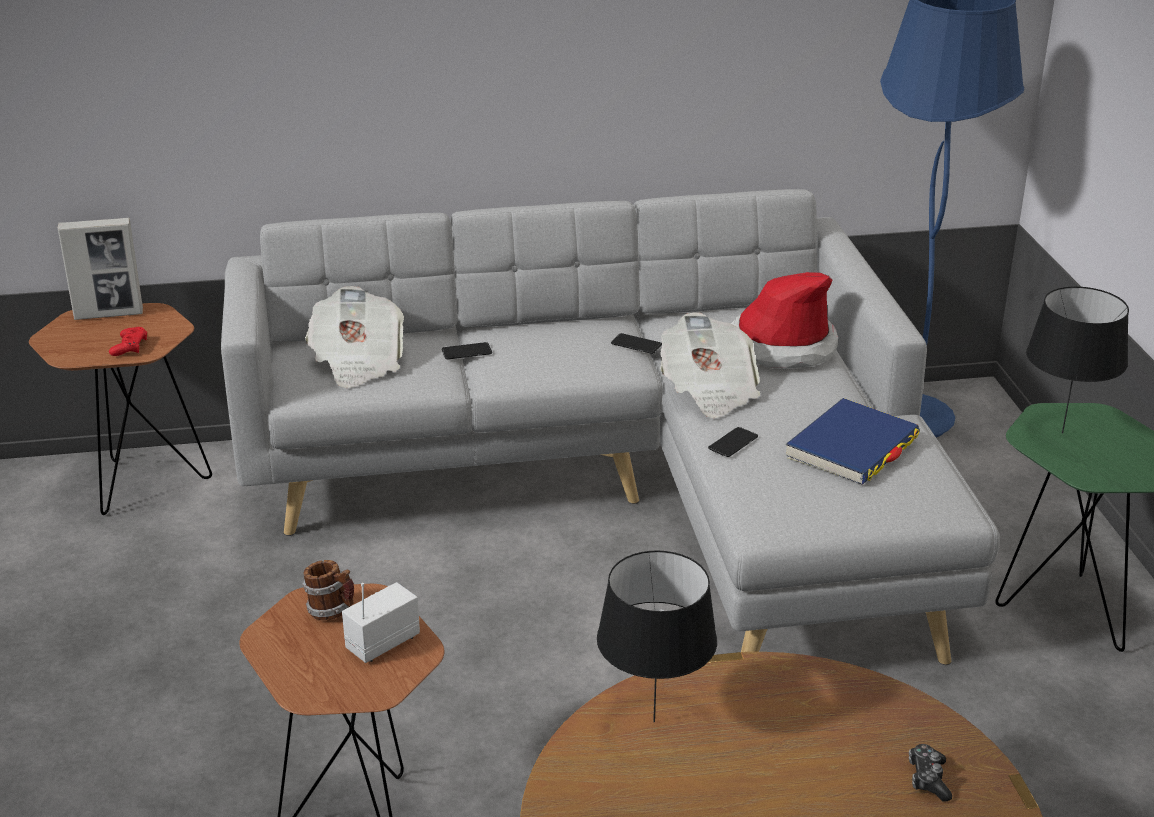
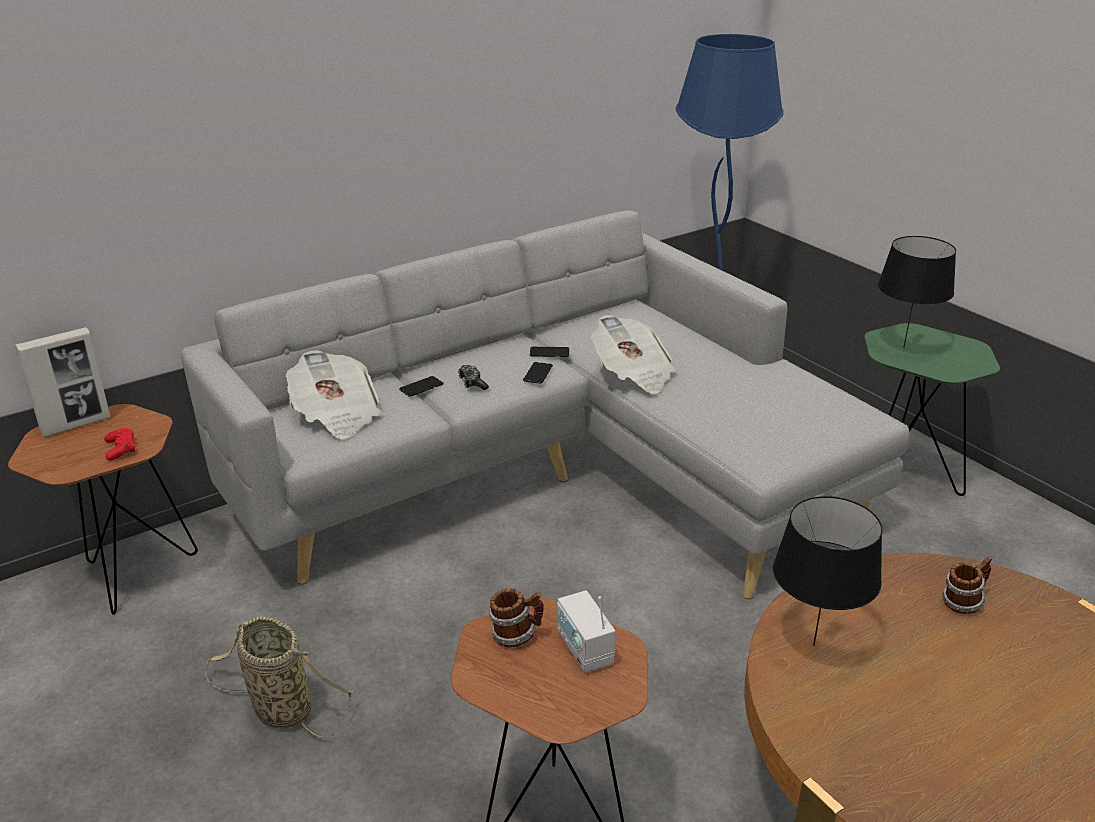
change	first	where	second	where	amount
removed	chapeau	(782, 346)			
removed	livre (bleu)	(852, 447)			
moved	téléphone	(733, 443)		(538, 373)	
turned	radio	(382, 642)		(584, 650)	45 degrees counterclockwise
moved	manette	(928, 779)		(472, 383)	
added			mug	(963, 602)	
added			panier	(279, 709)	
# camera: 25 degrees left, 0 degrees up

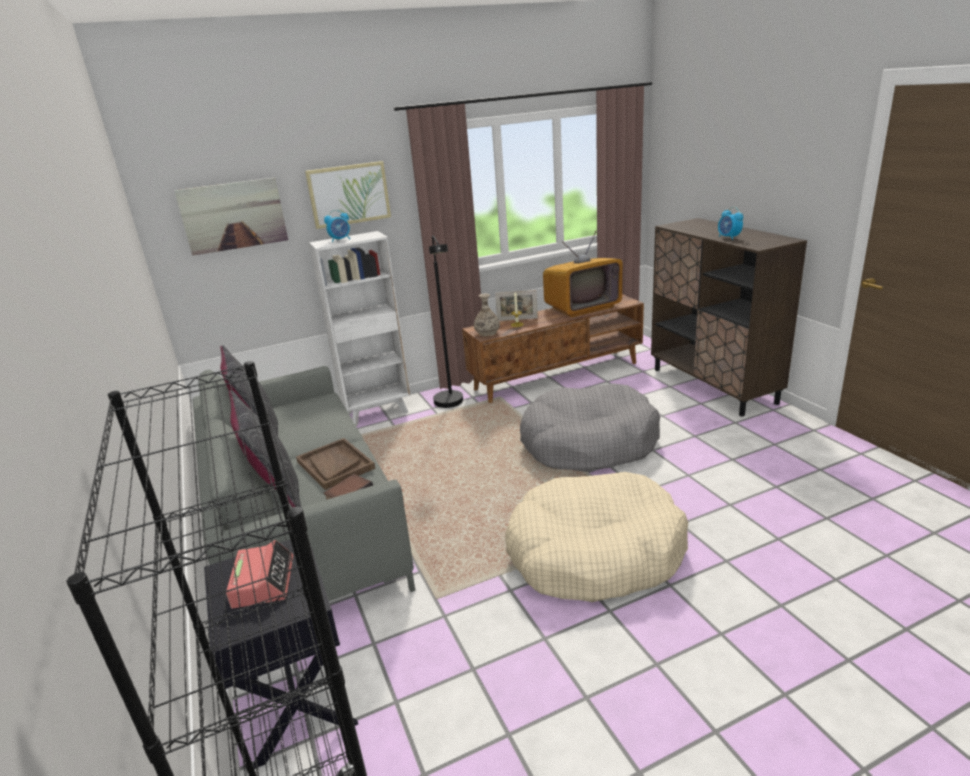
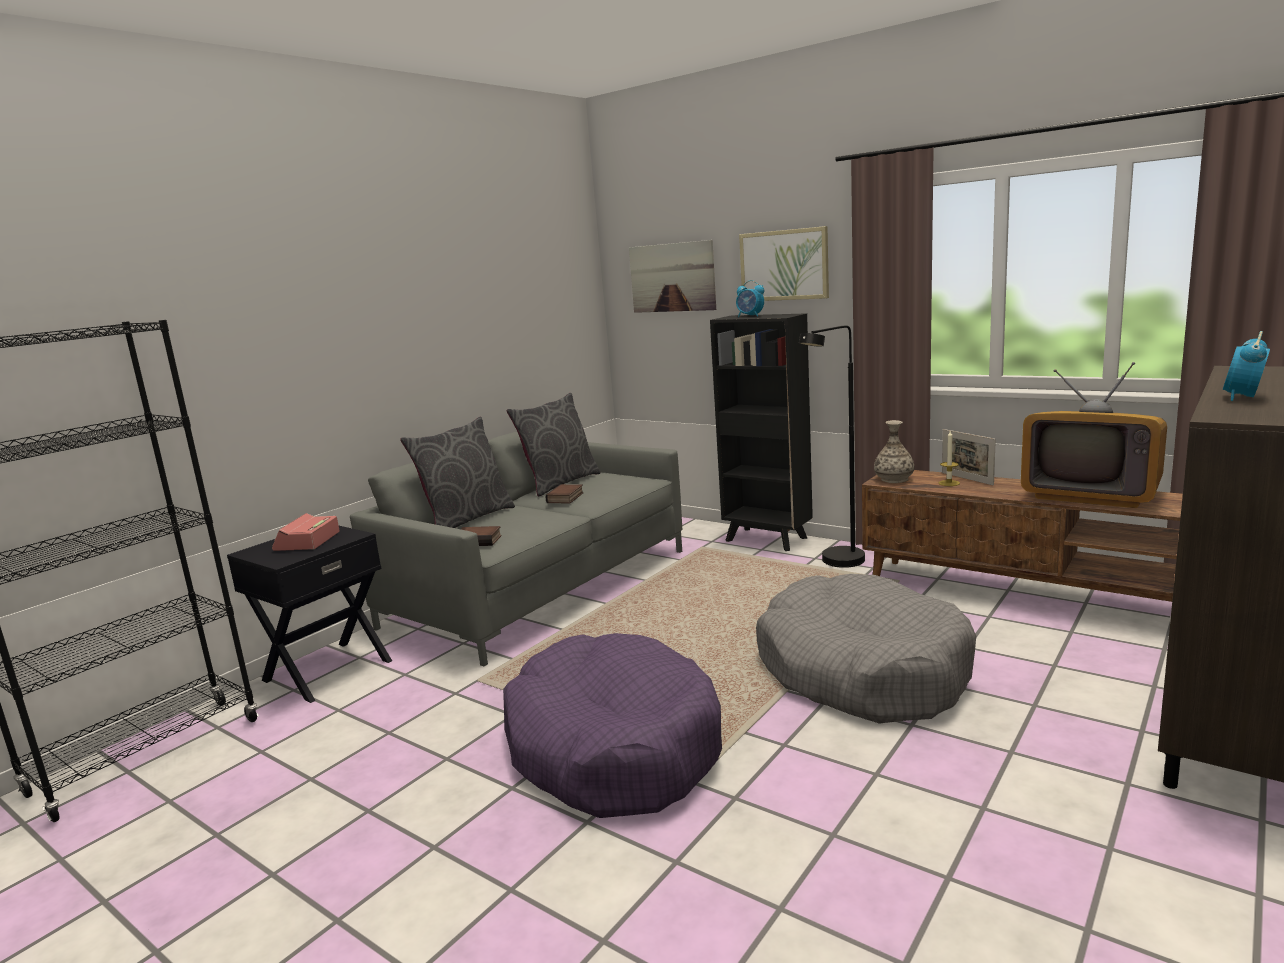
change	first	where	second	where	amount
recoloured	bibliothèque (blanc)	(378, 412)	bibliothèque (noir)	(767, 540)	
removed	plateau (marron)	(335, 465)			
recoloured	panier pour chien (beige)	(594, 553)	panier pour chien (violet)	(613, 747)	
turned	réveil	(263, 582)		(307, 541)	135 degrees clockwise
added			livre	(566, 498)	
# camera: 60 degrees right, 10 degrees down

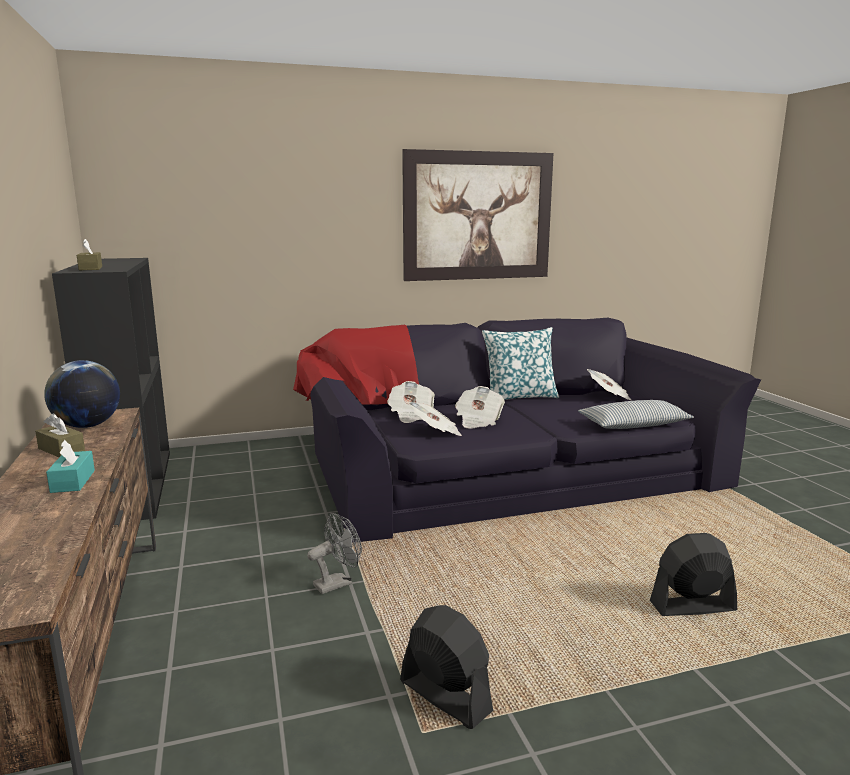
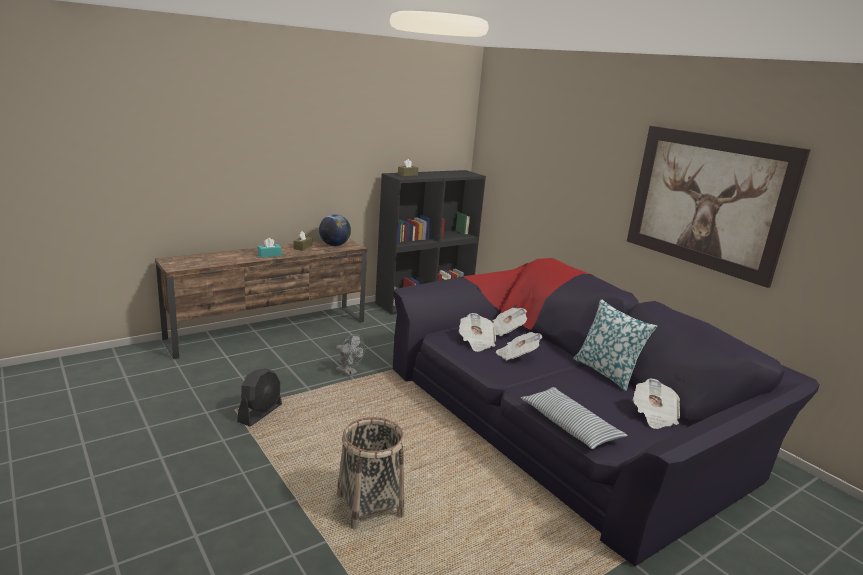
change	first	where	second	where	amount
replaced	ventilateur (noir)	(692, 607)	panier	(369, 505)	
# camera: 70 degrees right, 5 degrees up

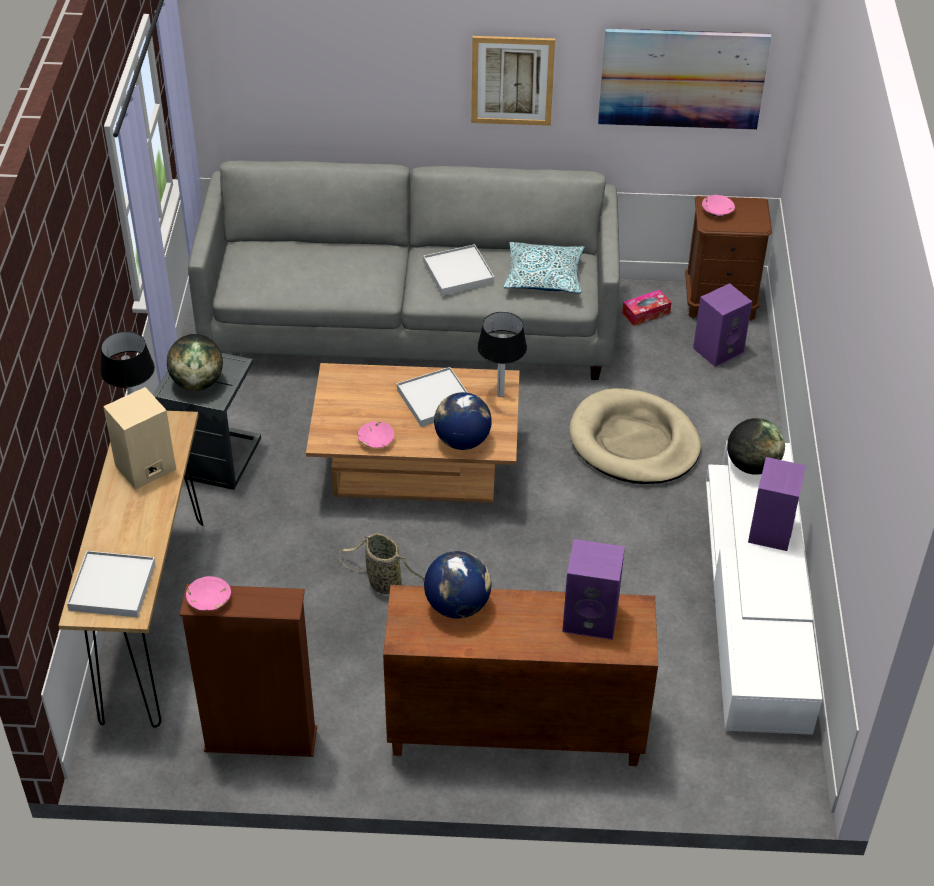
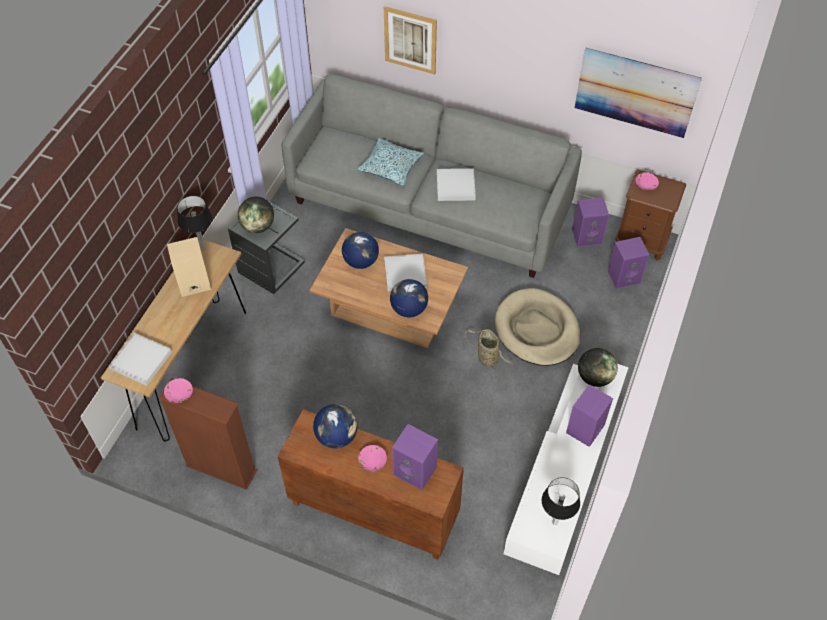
change	first	where	second	where	amount
moved	tableau	(512, 80)		(410, 40)	
moved	coussin	(544, 276)		(391, 167)	
replaced	boîte à mouchoirs	(646, 313)	enceinte (violet)	(587, 236)	
moved	lampe de table	(501, 395)		(555, 522)	
moved	bol (rose)	(375, 440)		(372, 460)	
moved	panier	(382, 582)		(486, 357)	
added			globe	(360, 261)	
# camera: 20 degrees right, 10 degrees up

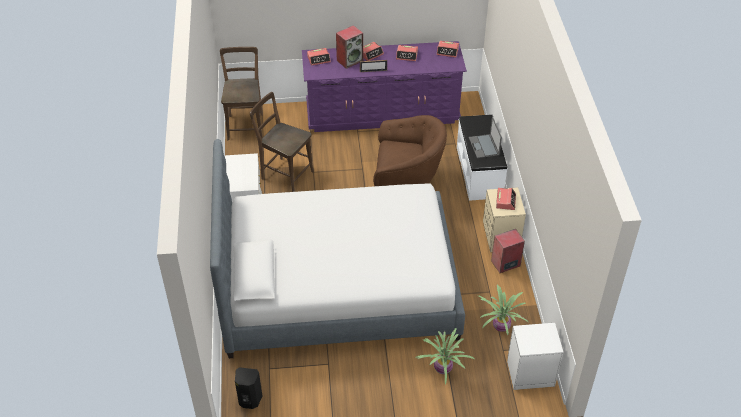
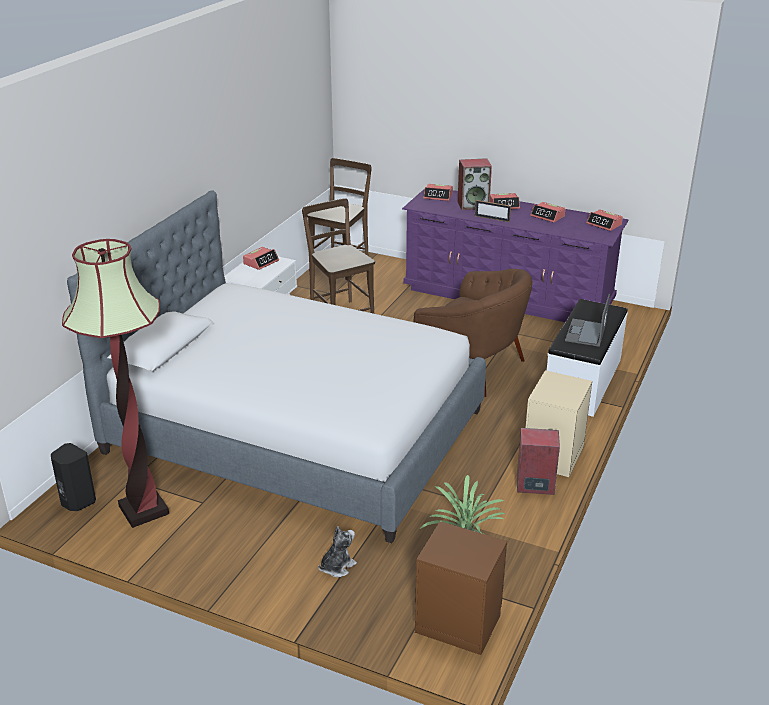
change	first	where	second	where	amount
moved	réveil	(505, 201)		(261, 262)	
recoloured	table de chevet (blanc)	(529, 373)	table de chevet (marron)	(457, 622)	
replaced	plante en pot	(442, 369)	peluche	(337, 567)	
added			lampadaire	(143, 510)	
# camera: 30 degrees right, 15 degrees down

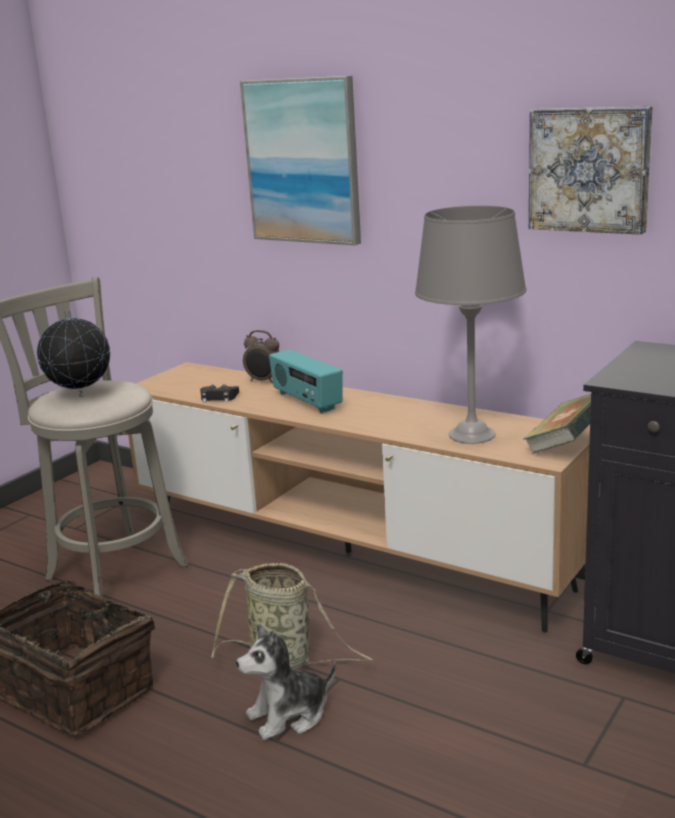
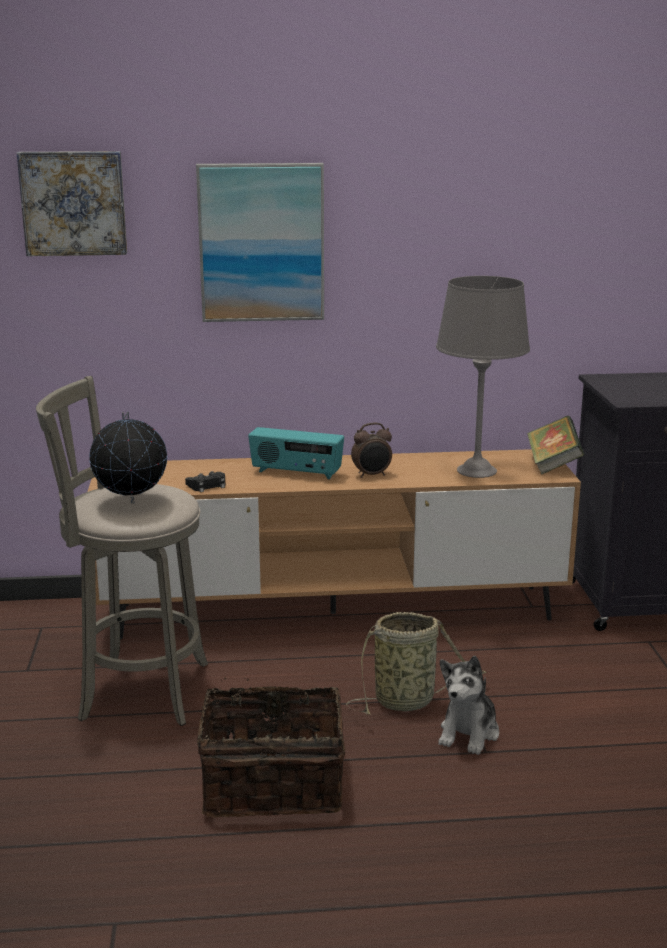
change	first	where	second	where	amount
moved	tableau	(590, 169)		(74, 203)	
moved	réveil	(264, 381)		(372, 475)	
# camera: 40 degrees left, 0 degrees up

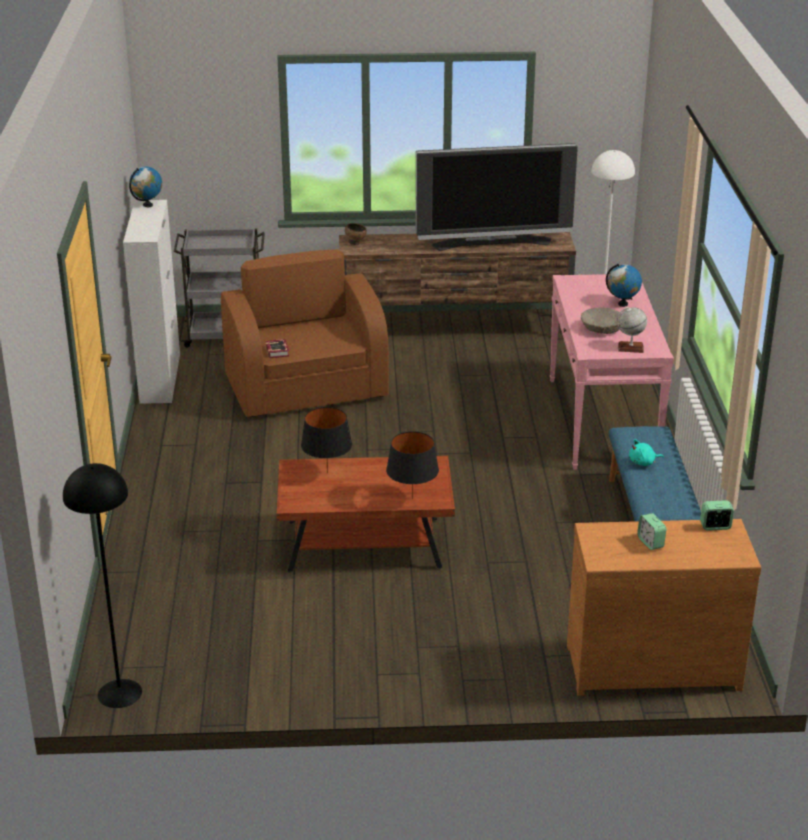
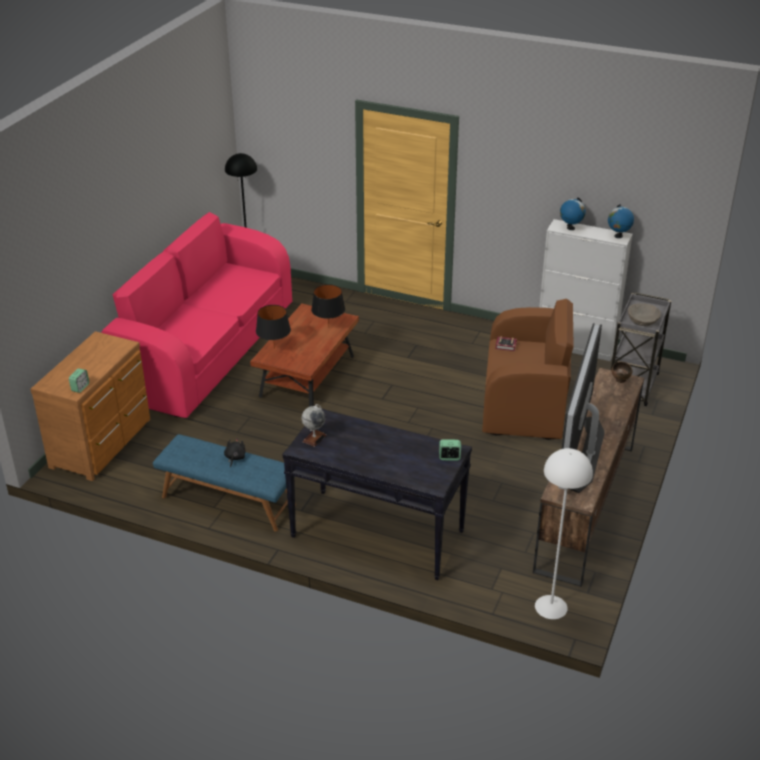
change	first	where	second	where	amount
moved	globe	(622, 304)		(570, 228)	
recoloured	table console (rose)	(602, 422)	table console (noir)	(376, 534)	
moved	bol (beige)	(602, 328)		(643, 320)	
recoloured	peluche (turquoise)	(643, 462)	peluche (noir)	(235, 458)	
moved	réveil	(650, 542)		(449, 457)	
added			canapé (rose)	(207, 350)	
# camera: 115 degrees right, 5 degrees up

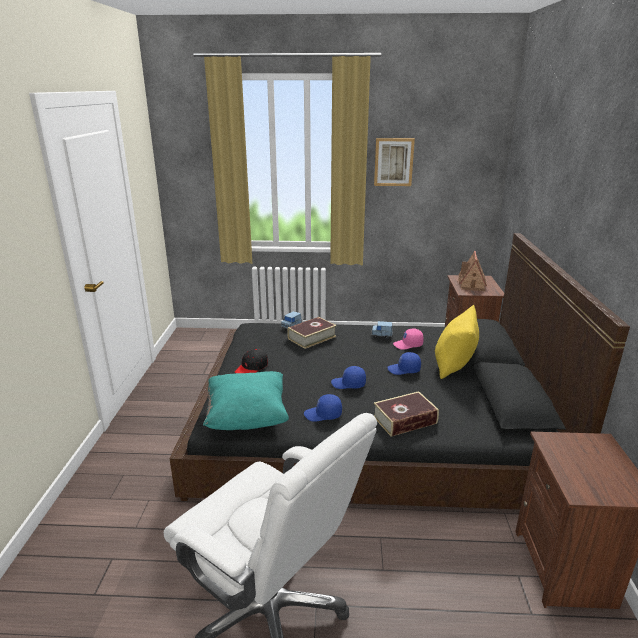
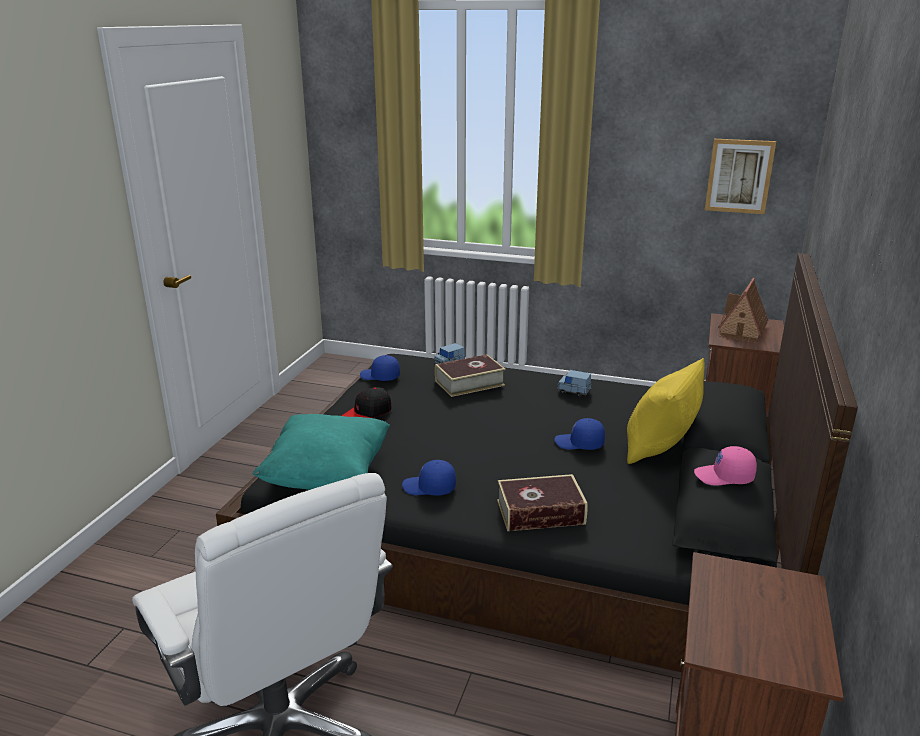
change	first	where	second	where	amount
moved	tableau	(393, 162)		(739, 176)	
moved	casquette (rose)	(408, 345)		(724, 477)	
moved	casquette (bleu)	(348, 384)		(379, 376)	
# camera: 15 degrees right, 0 degrees up

